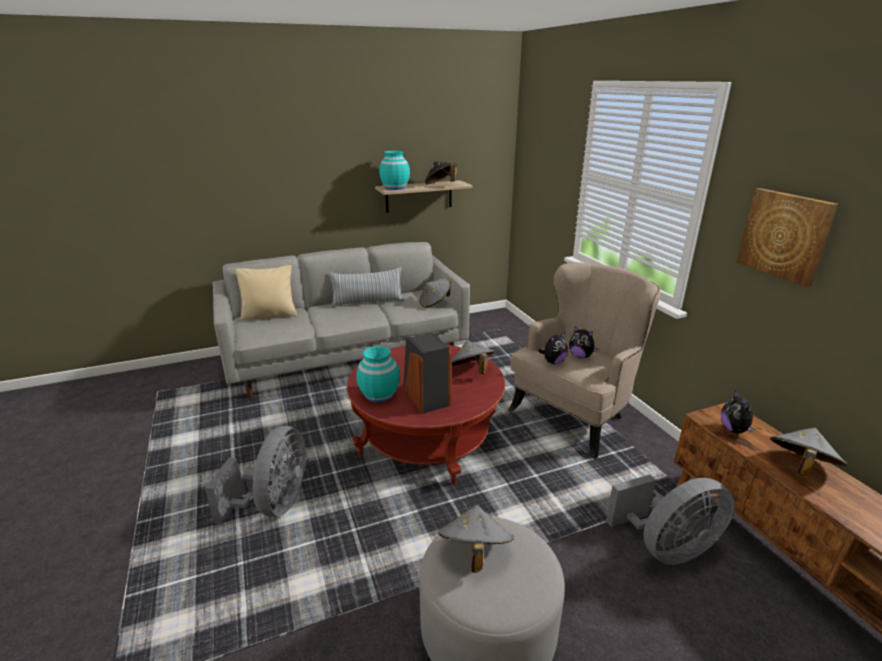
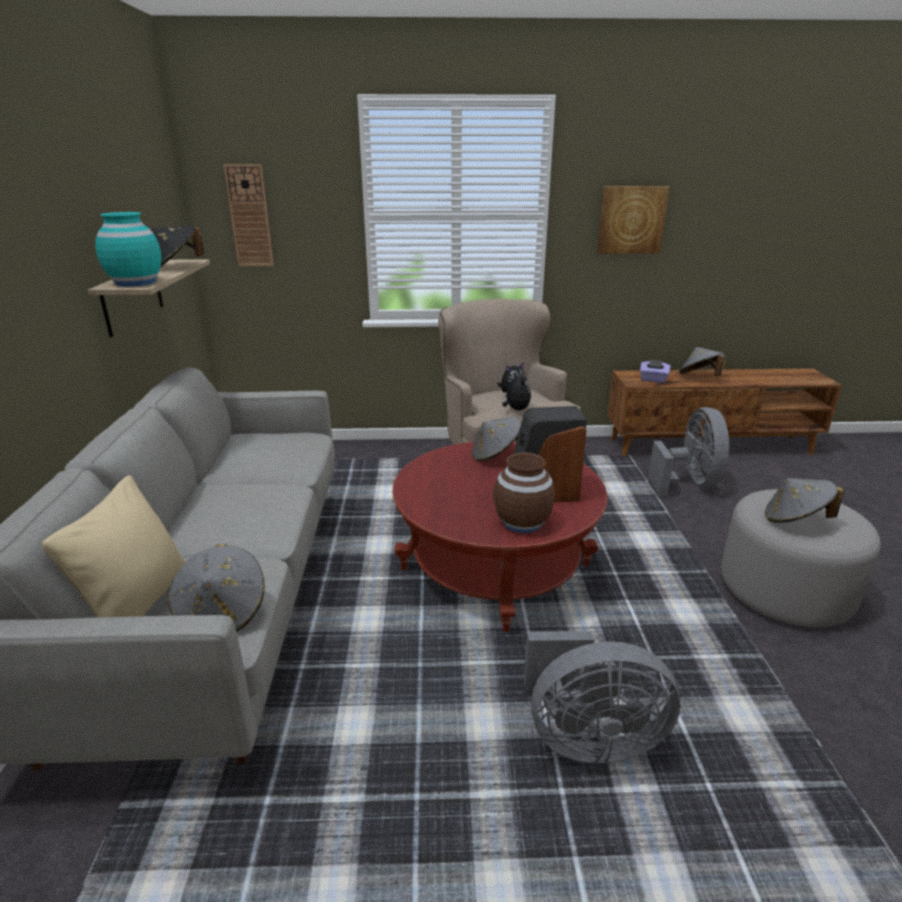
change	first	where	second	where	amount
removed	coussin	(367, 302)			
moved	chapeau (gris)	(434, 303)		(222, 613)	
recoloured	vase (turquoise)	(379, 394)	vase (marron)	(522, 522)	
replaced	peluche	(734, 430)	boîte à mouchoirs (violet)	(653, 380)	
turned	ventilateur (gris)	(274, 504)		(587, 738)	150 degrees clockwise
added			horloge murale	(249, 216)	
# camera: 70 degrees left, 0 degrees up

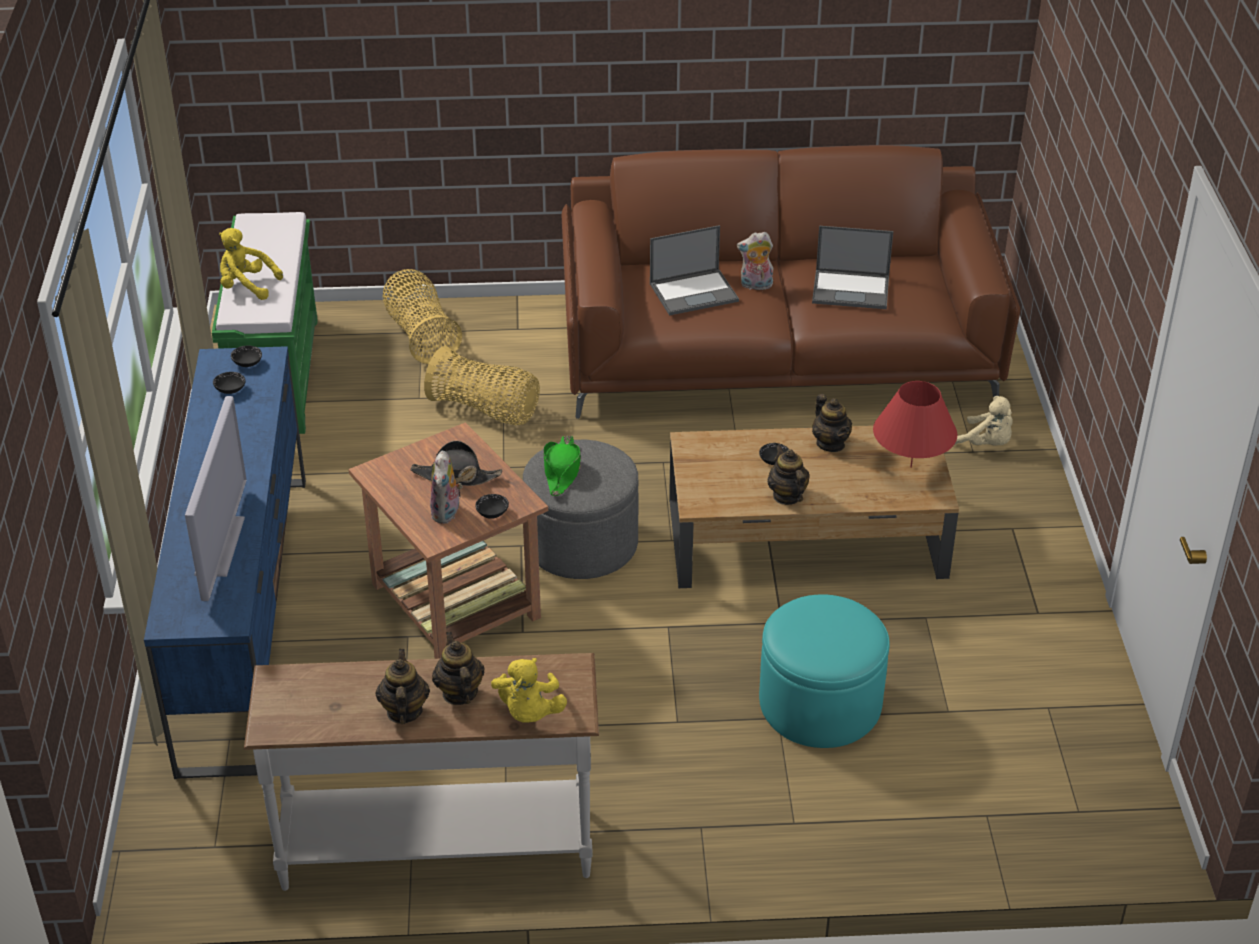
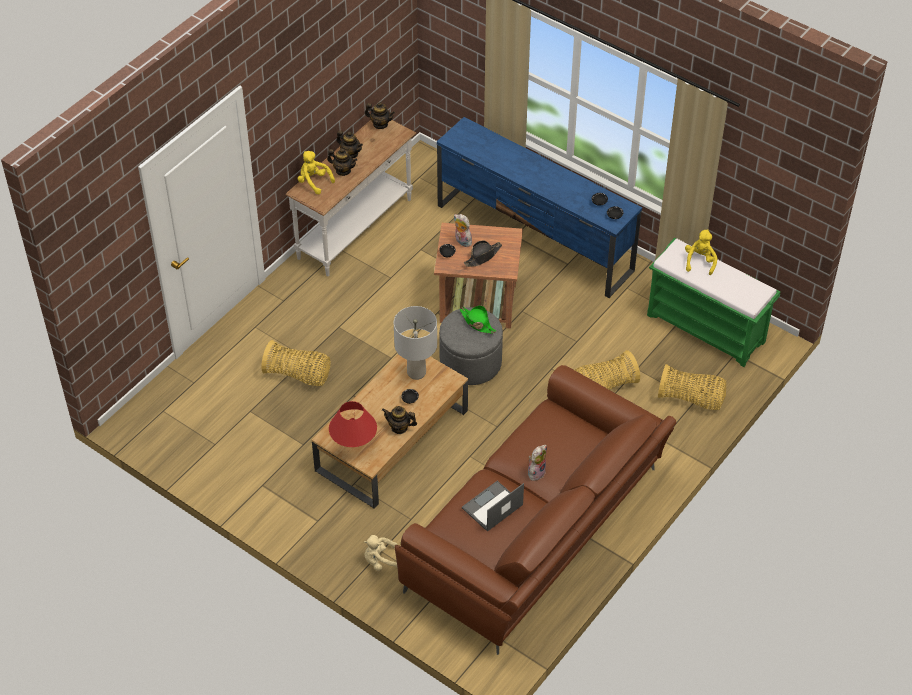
change	first	where	second	where	amount
removed	ordinateur portable	(694, 292)			
turned	peluche (jaune)	(246, 286)		(700, 261)	45 degrees counterclockwise
removed	téléviseur	(220, 546)			
moved	théière	(787, 496)		(380, 124)	
replaced	pouf (turquoise)	(820, 703)	panier	(298, 375)	
added			lampe de table (gris)	(416, 372)	
# camera: 130 degrees right, 10 degrees up

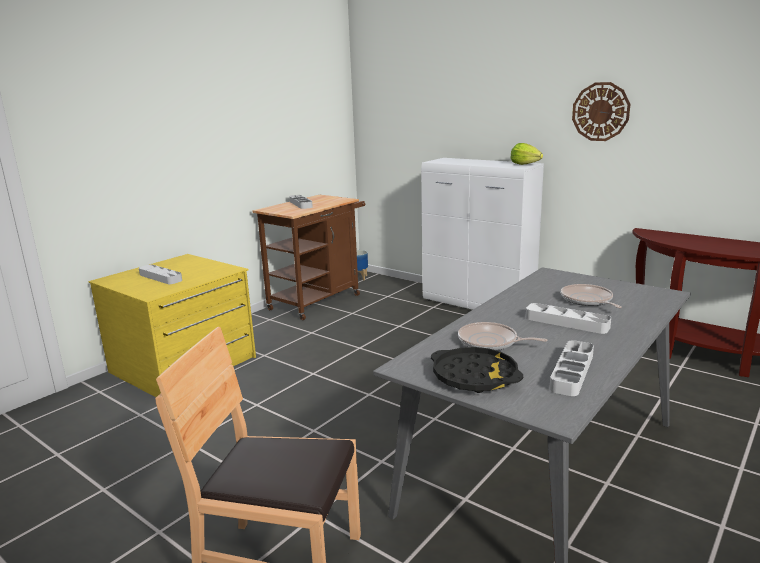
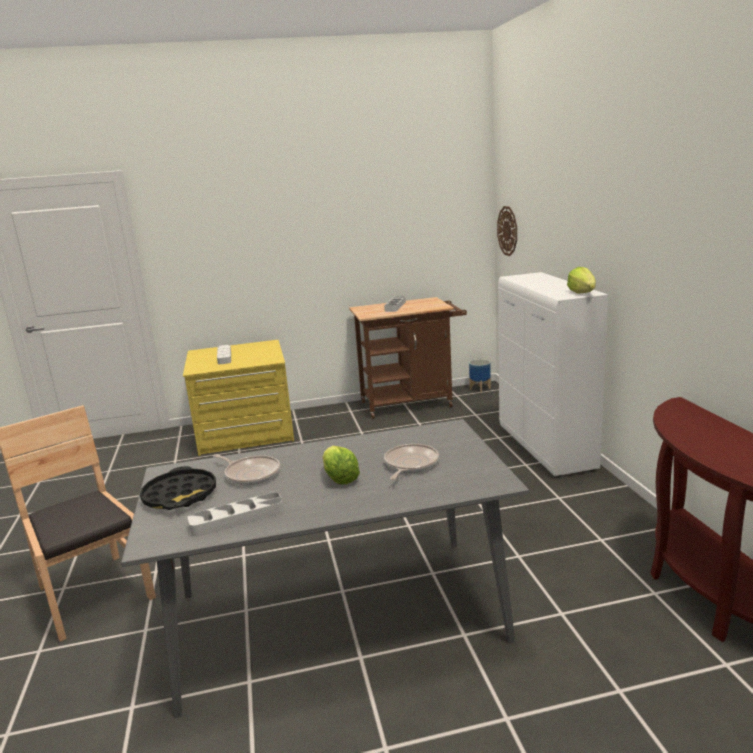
change	first	where	second	where	amount
moved	horloge murale	(600, 111)		(507, 231)	
replaced	plateau (gris)	(566, 322)	laitue	(339, 478)	
turned	poêle	(490, 342)		(251, 474)	150 degrees clockwise
# camera: 40 degrees right, 0 degrees up

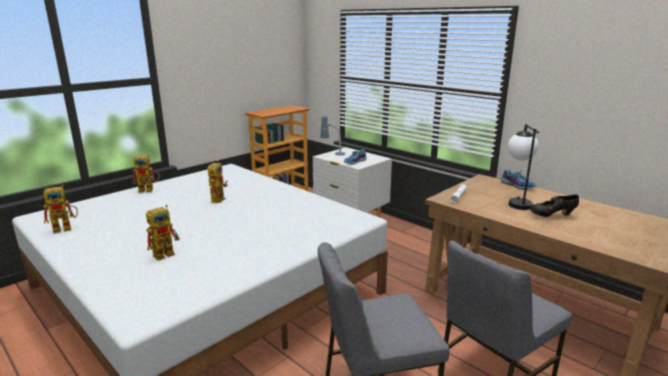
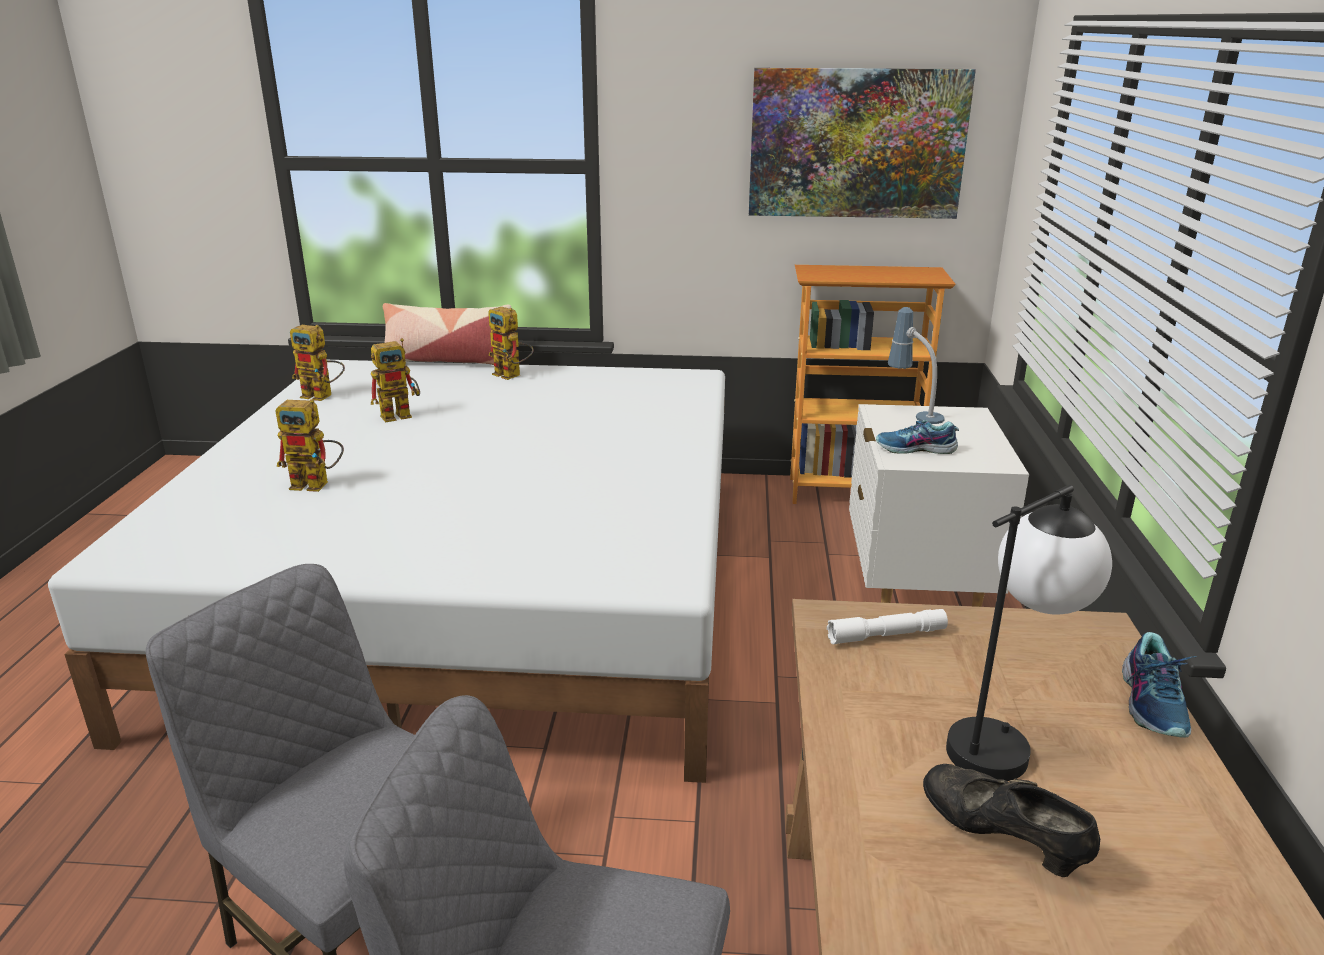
change	first	where	second	where	amount
moved	robot jouet	(218, 199)		(402, 414)	
added			tableau	(856, 144)	
added			coussin	(447, 361)	
# camera: 50 degrees right, 5 degrees up

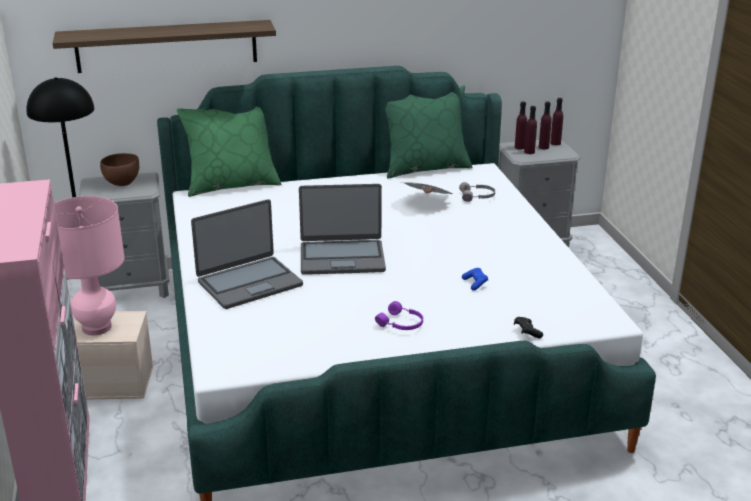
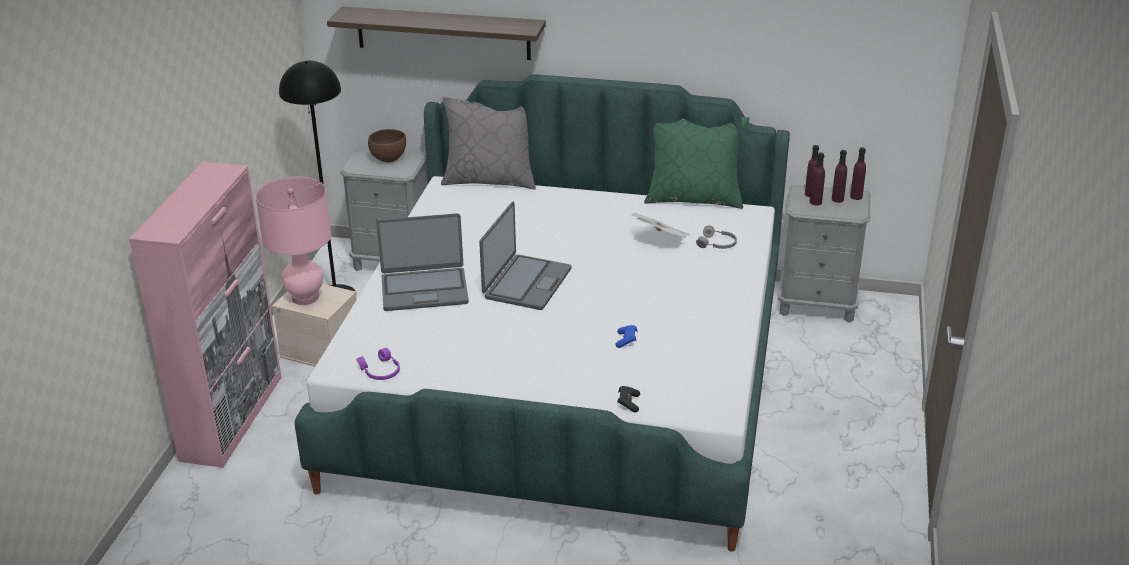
change	first	where	second	where	amount
recoloured	coussin (vert)	(232, 185)	coussin (gris)	(490, 180)	
turned	ordinateur portable	(342, 258)		(526, 283)	90 degrees counterclockwise
moved	casque audio (violet)	(401, 324)		(380, 371)	
# camera: 25 degrees right, 5 degrees up

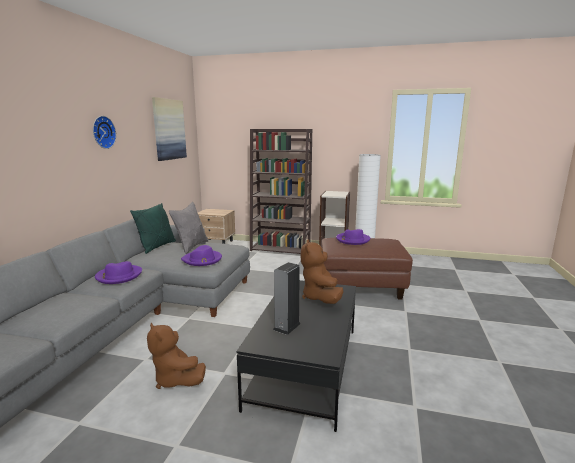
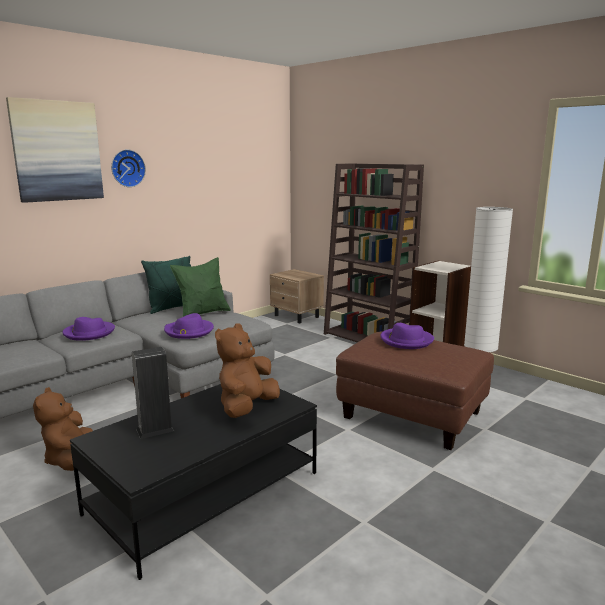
change	first	where	second	where	amount
moved	tableau	(169, 129)		(57, 151)	
recoloured	coussin (gris)	(191, 247)	coussin (vert)	(202, 314)	
# camera: 30 degrees right, 0 degrees up

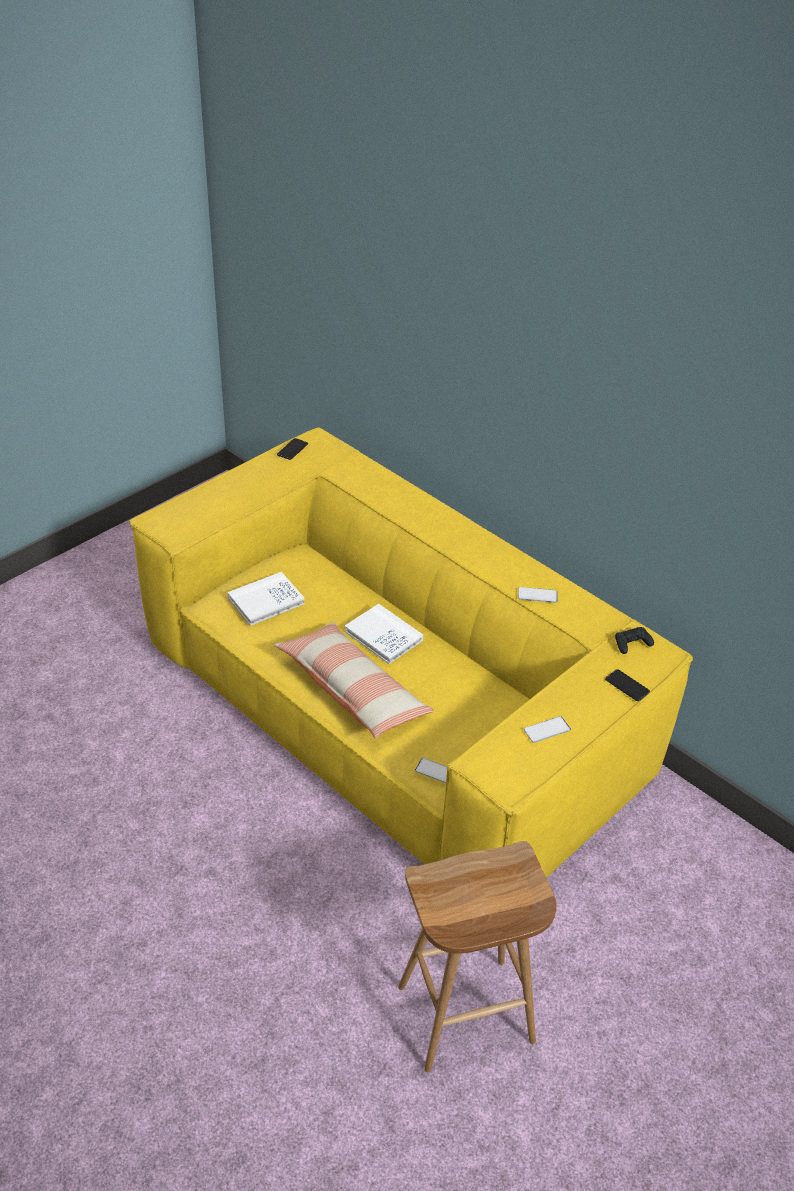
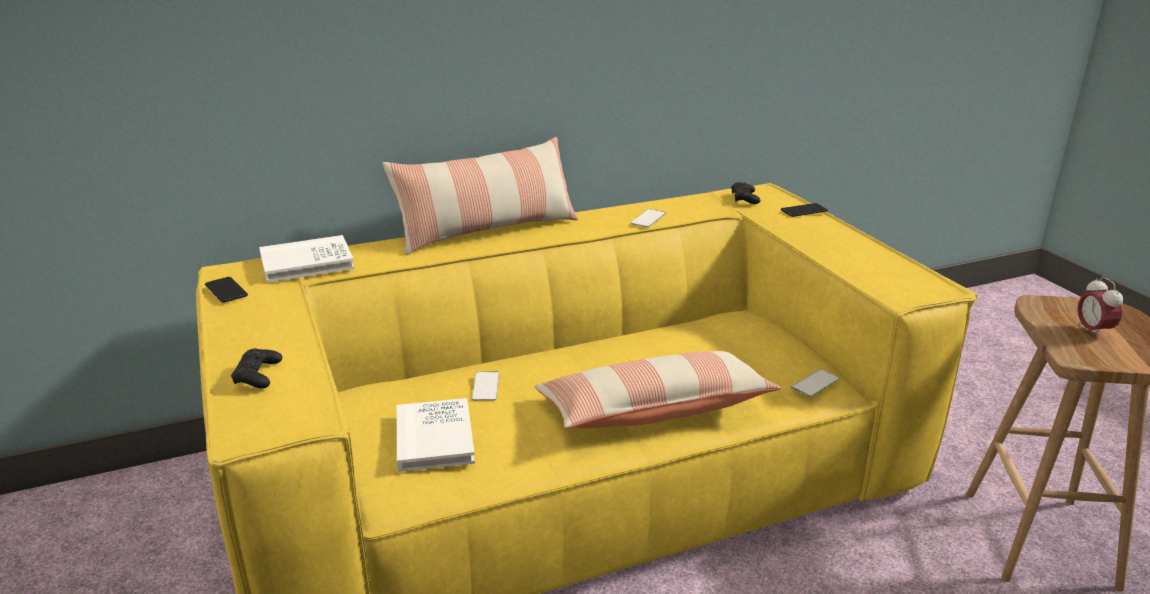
change	first	where	second	where	amount
moved	livre (blanc)	(383, 636)		(307, 263)	
moved	téléphone	(547, 730)		(485, 386)	
added			coussin	(487, 230)	
added			réveil	(1092, 331)	
added			manette (noir)	(258, 375)	
# camera: 65 degrees left, 15 degrees down

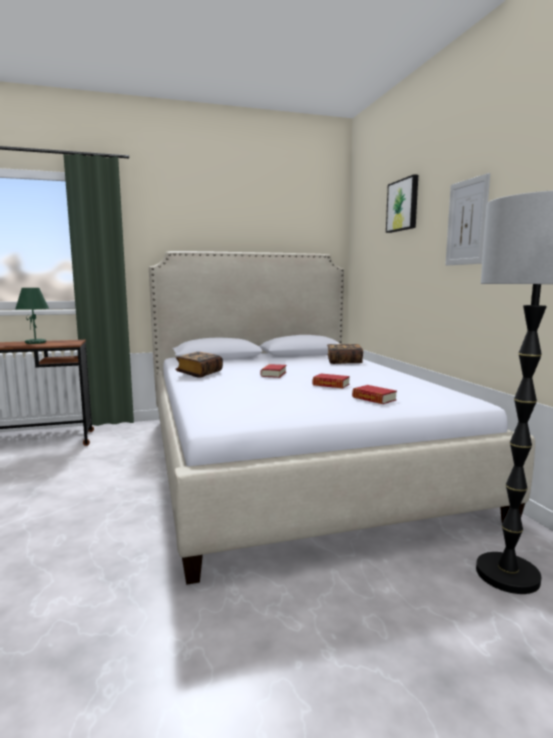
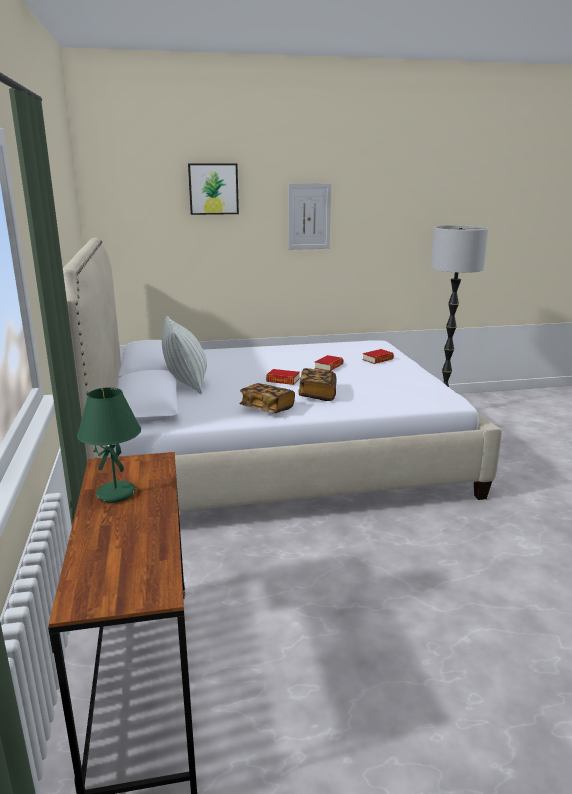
change	first	where	second	where	amount
moved	livre	(344, 362)		(317, 394)	
added			coussin	(186, 383)	
# camera: 85 degrees left, 10 degrees up

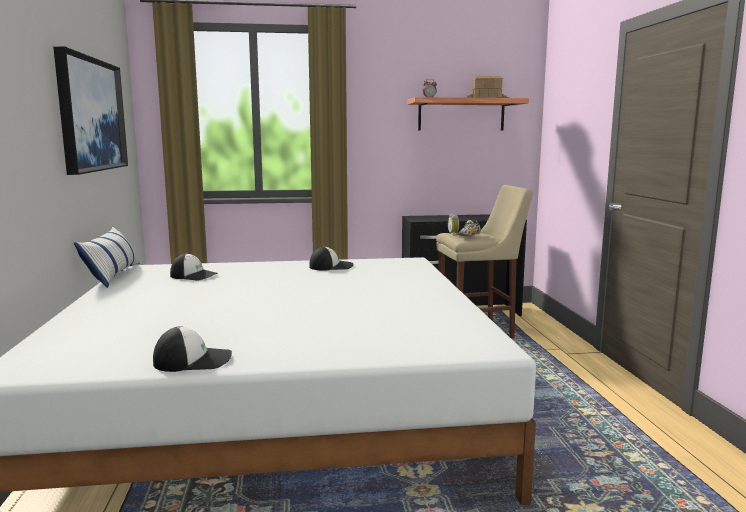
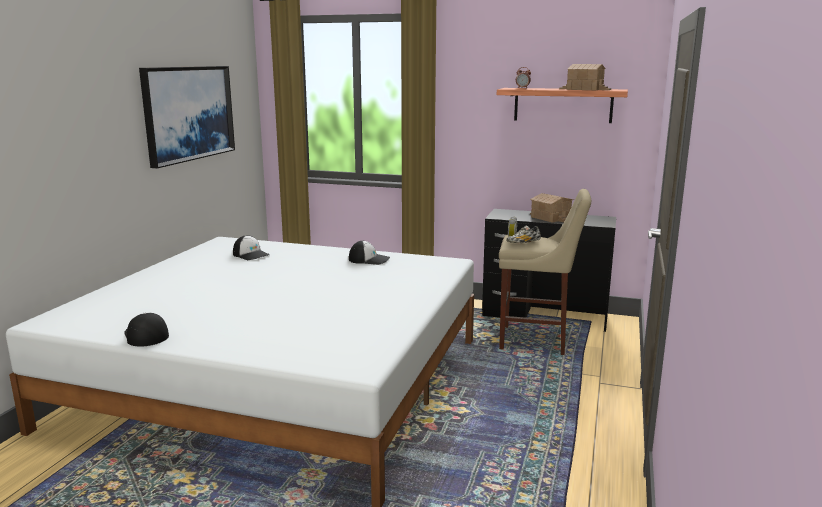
change	first	where	second	where	amount
removed	coussin	(113, 275)			
turned	casquette	(193, 360)		(145, 335)	135 degrees counterclockwise
added			maison miniature	(551, 217)	
# camera: 25 degrees right, 5 degrees up

